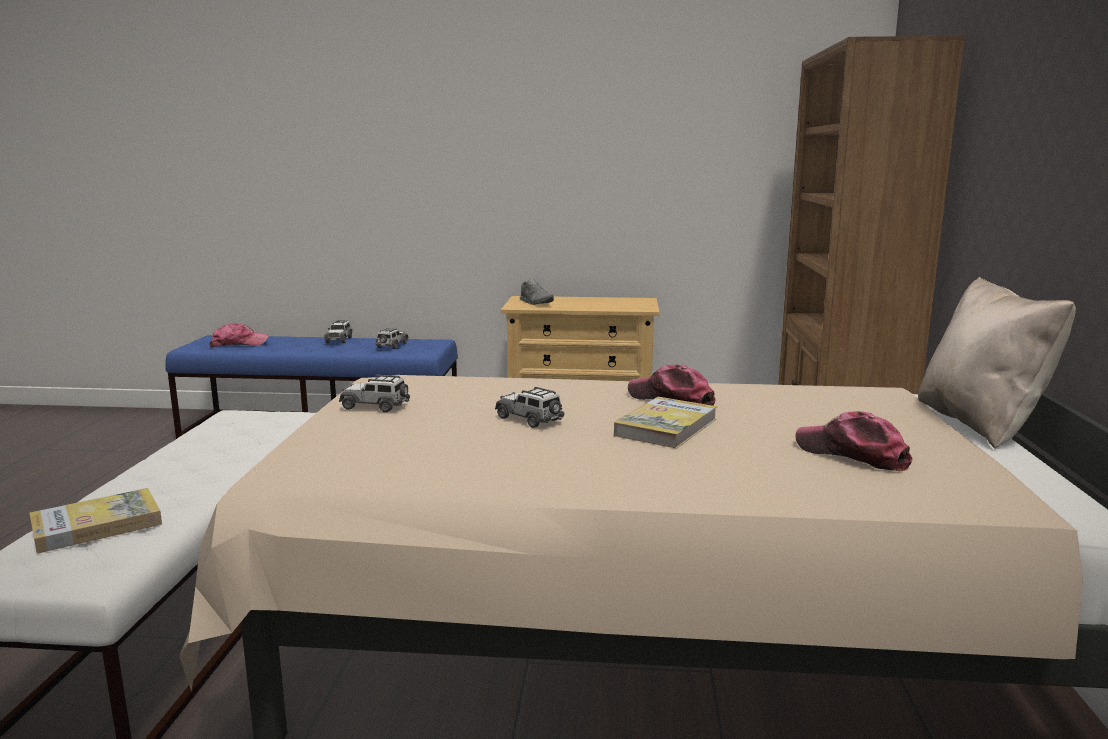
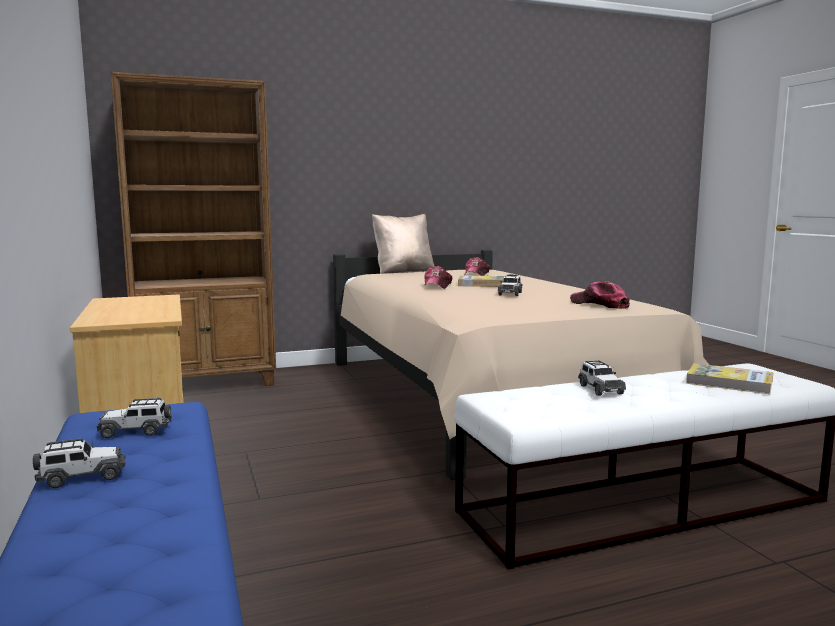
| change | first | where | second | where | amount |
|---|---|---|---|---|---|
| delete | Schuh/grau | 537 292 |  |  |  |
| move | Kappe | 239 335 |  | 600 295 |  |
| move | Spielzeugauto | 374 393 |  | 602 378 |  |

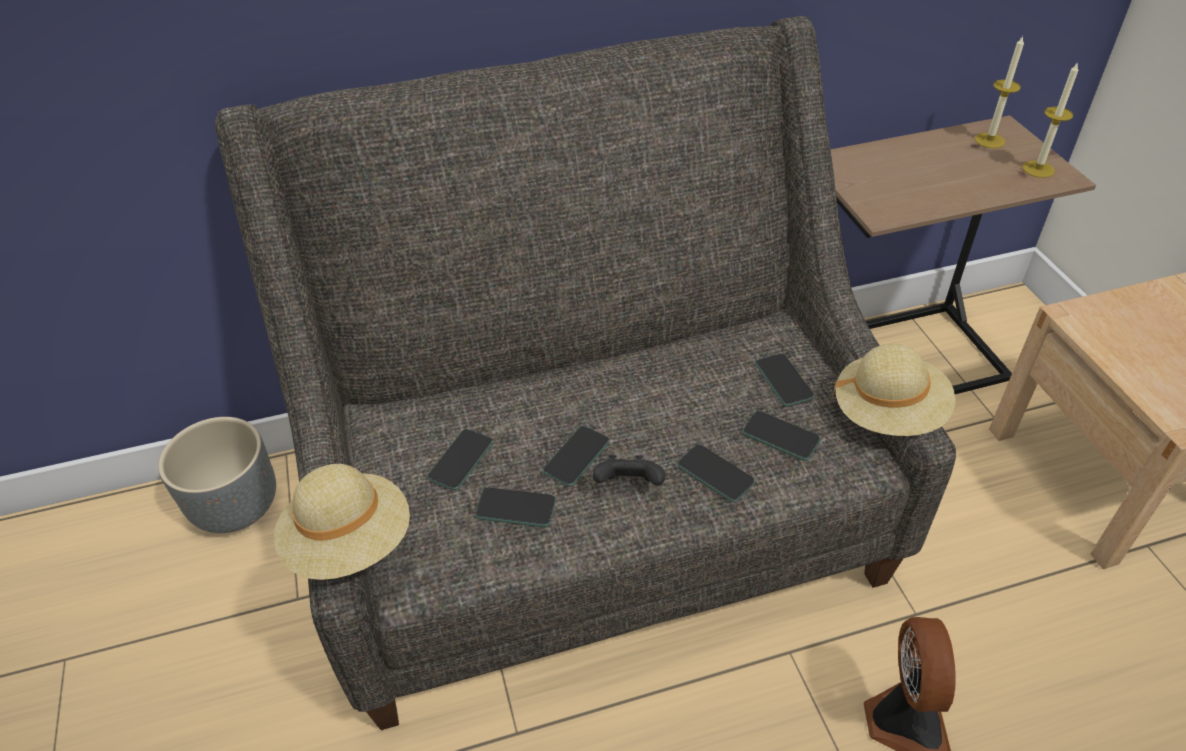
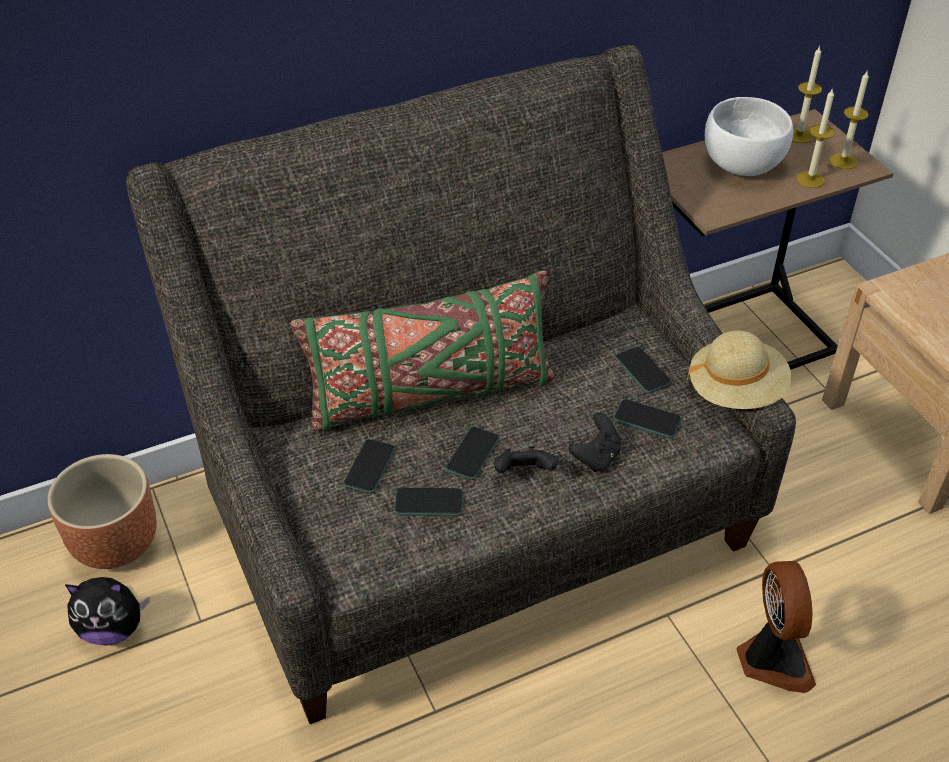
| change | first | where | second | where | amount |
|---|---|---|---|---|---|
| recolor | Pflanzkübel/grau | 217 475 | Pflanzkübel/braun | 102 511 |  |
| replace | Handy | 716 473 | Gamepad/schwarz | 595 442 |  |
| delete | Hut/beige | 342 522 |  |  |  |
| insert |  |  | Kerze | 815 138 |  |
| insert |  |  | Schüssel/weiß | 749 136 |  |
| insert |  |  | Kissen/grün | 423 350 |  |
| insert |  |  | Plüschtier | 107 611 |  |

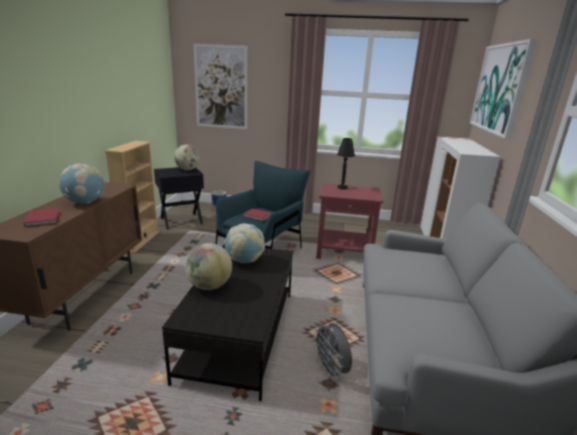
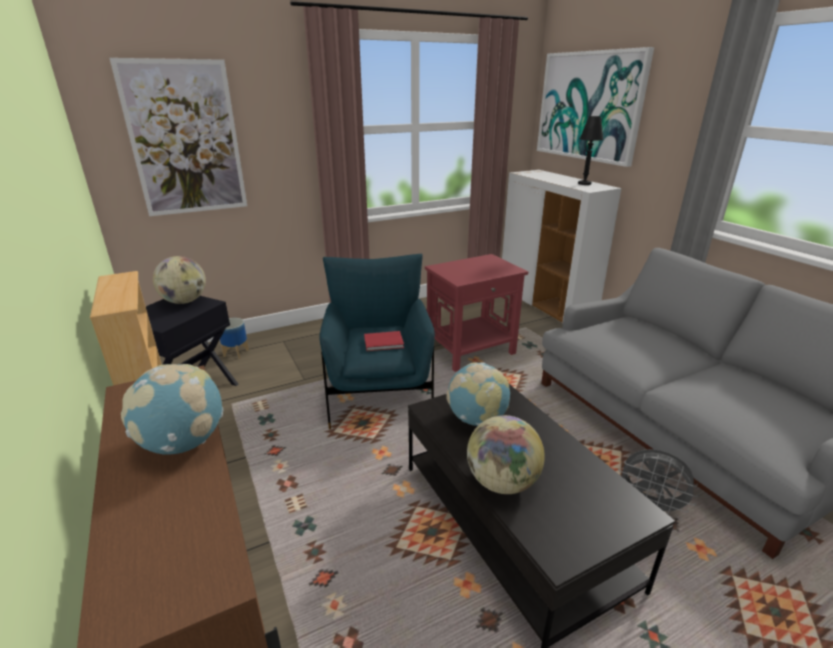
| change | first | where | second | where | amount |
|---|---|---|---|---|---|
| move | Tischlampe/schwarz | 346 163 |  | 590 150 |  |
| delete | Buch/rot | 42 217 |  |  |  |

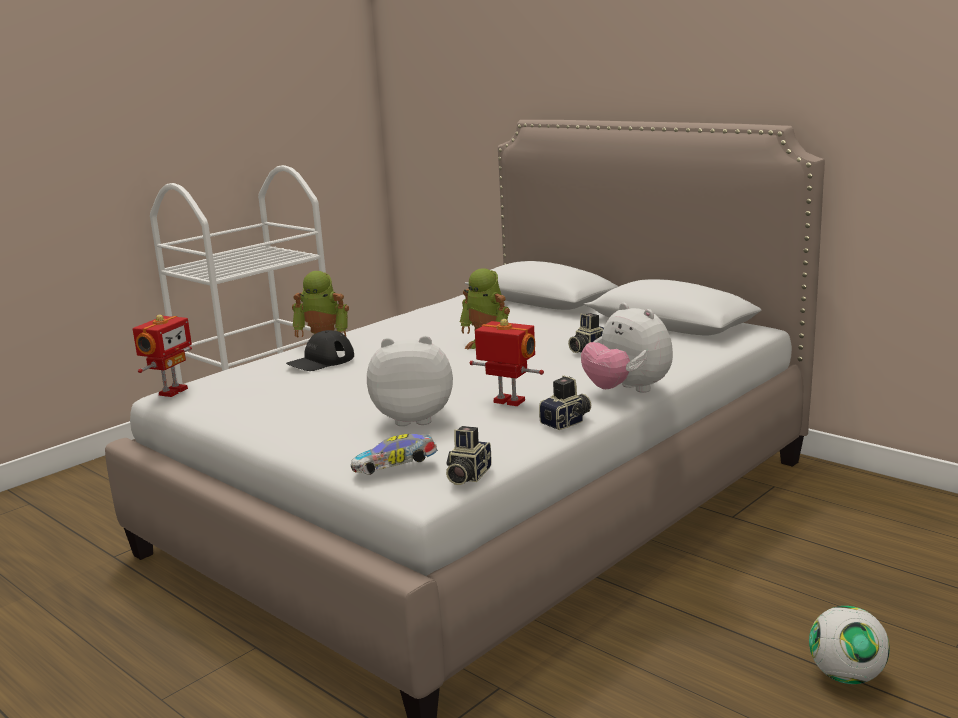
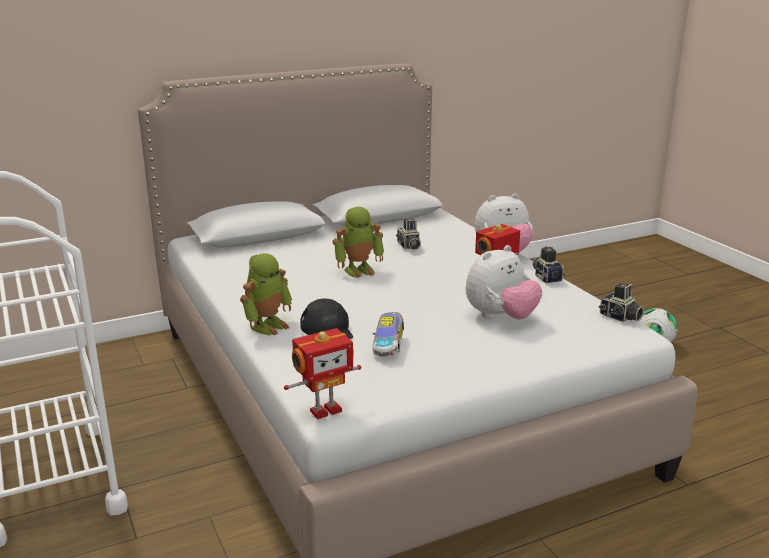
| change | first | where | second | where | amount |
|---|---|---|---|---|---|
| rotate | Spielzeugroboter | 162 356 |  | 322 373 | 105 degrees clockwise |
| rotate | Plüschtier | 410 381 |  | 504 282 | 150 degrees counterclockwise |
| move | Spielzeugauto | 394 454 |  | 388 334 |  |

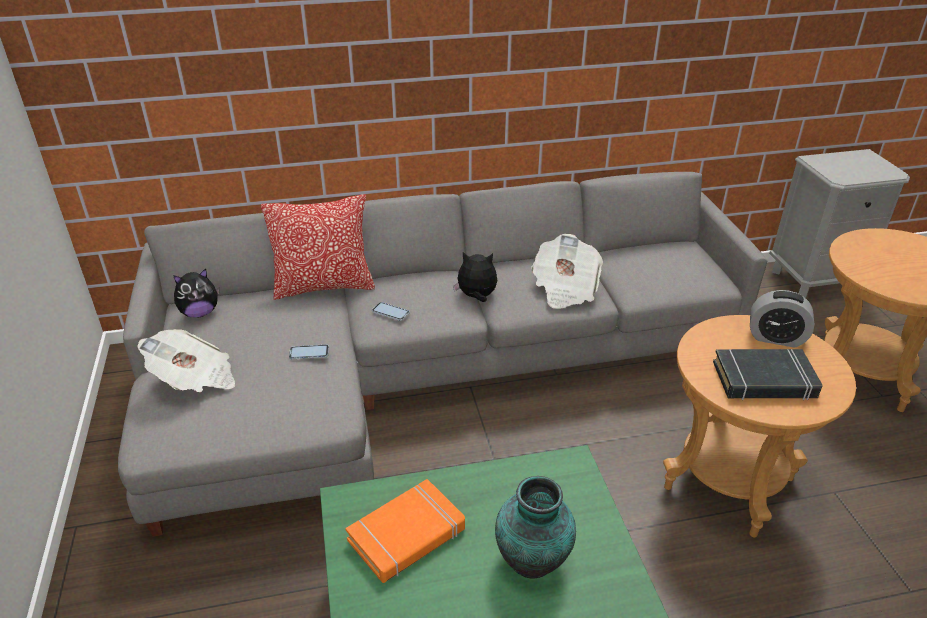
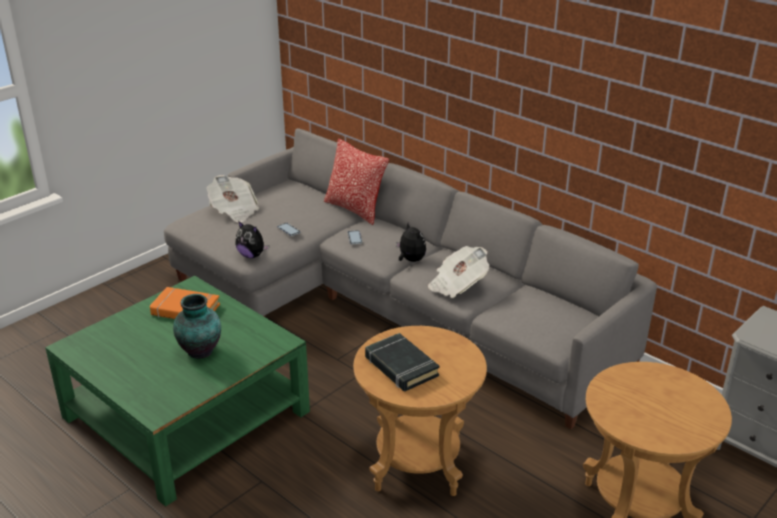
| change | first | where | second | where | amount |
|---|---|---|---|---|---|
| move | Plüschtier | 196 293 |  | 252 239 |  |
| delete | Wecker | 782 319 |  |  |  |

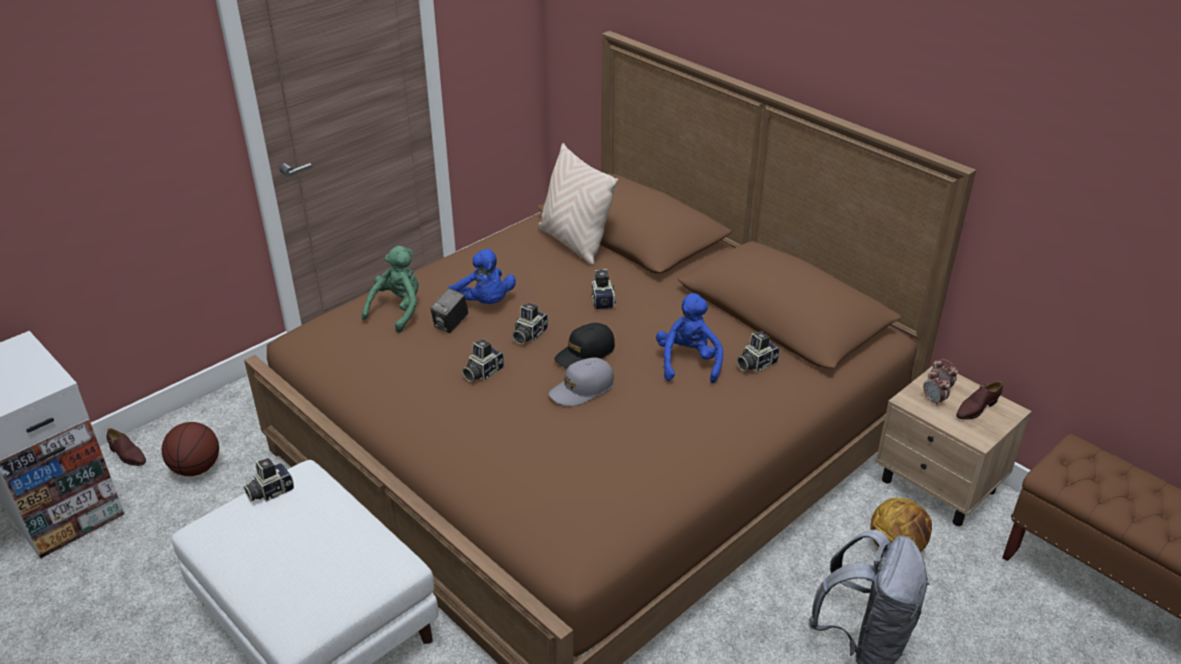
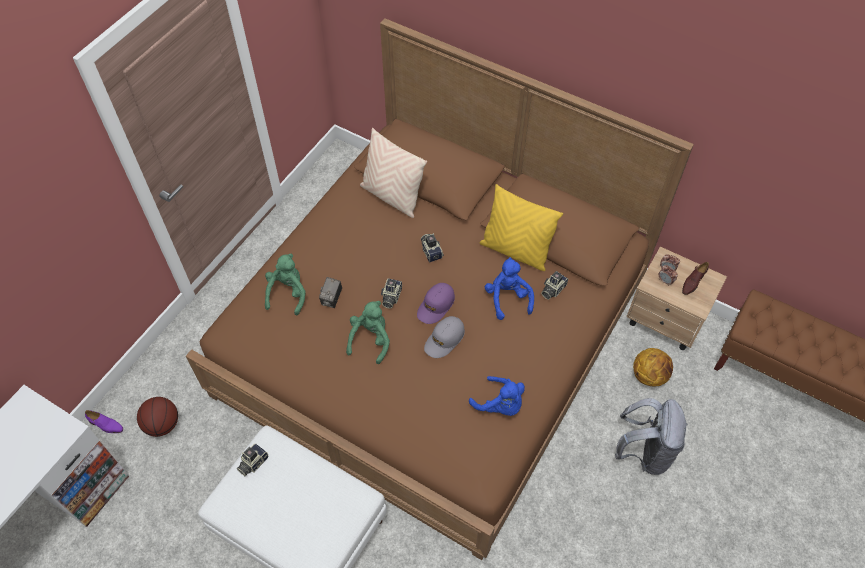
| change | first | where | second | where | amount |
|---|---|---|---|---|---|
| move | Plüschtier/blau | 482 276 |  | 497 396 |  |
| recolor | Kappe/schwarz | 584 345 | Kappe/lila | 436 303 |  |
| replace | Kamera | 483 360 | Plüschtier/grün | 368 332 |  |
| recolor | Schuh/braun | 126 447 | Schuh/lila | 104 421 |  |
| insert |  |  | Kissen/gelb | 521 227 |  |

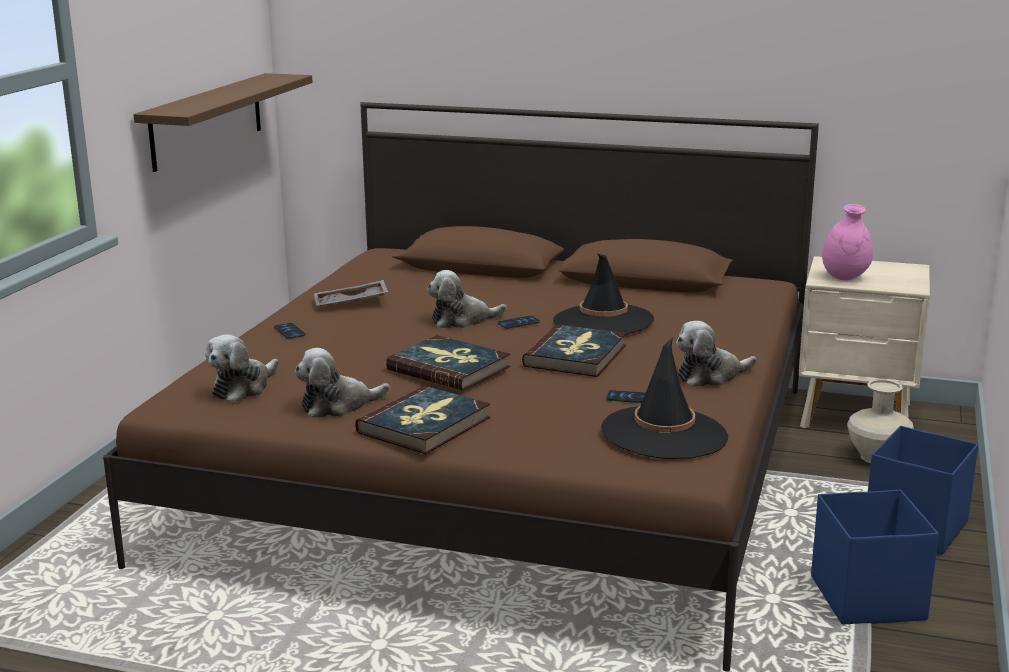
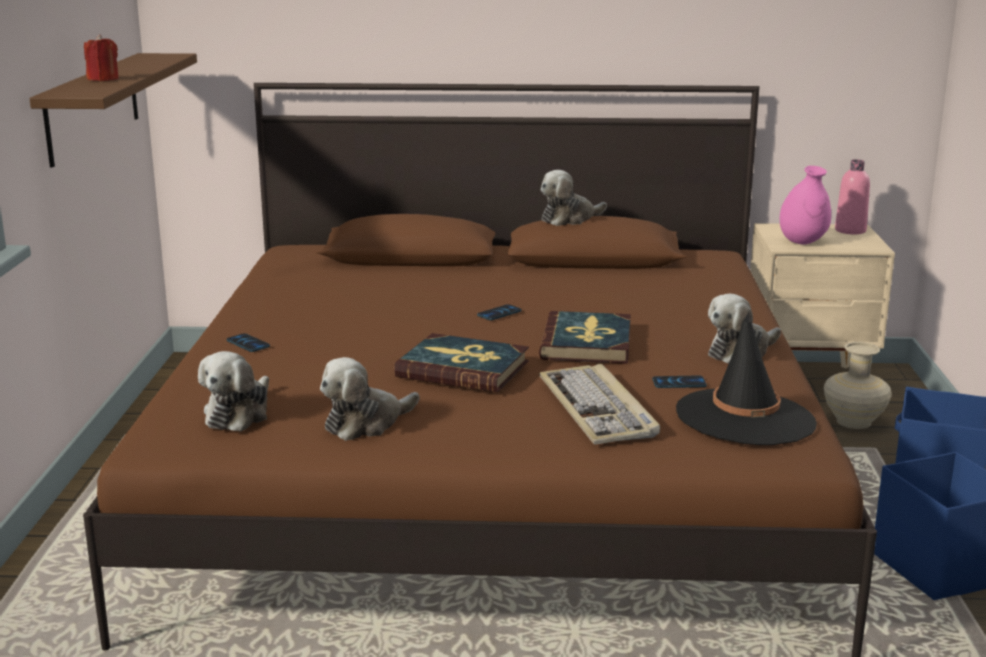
| change | first | where | second | where | amount |
|---|---|---|---|---|---|
| delete | Hut/schwarz | 603 294 |  |  |  |
| move | Plüschtier | 467 299 |  | 574 198 |  |
| delete | Tablett/grau | 351 293 |  |  |  |
| delete | Buch | 422 420 |  |  |  |
| insert |  |  | Kerze/rot | 101 57 |  |
| insert |  |  | Flasche/rosa | 852 196 |  |
| insert |  |  | Tastatur | 599 404 |  |

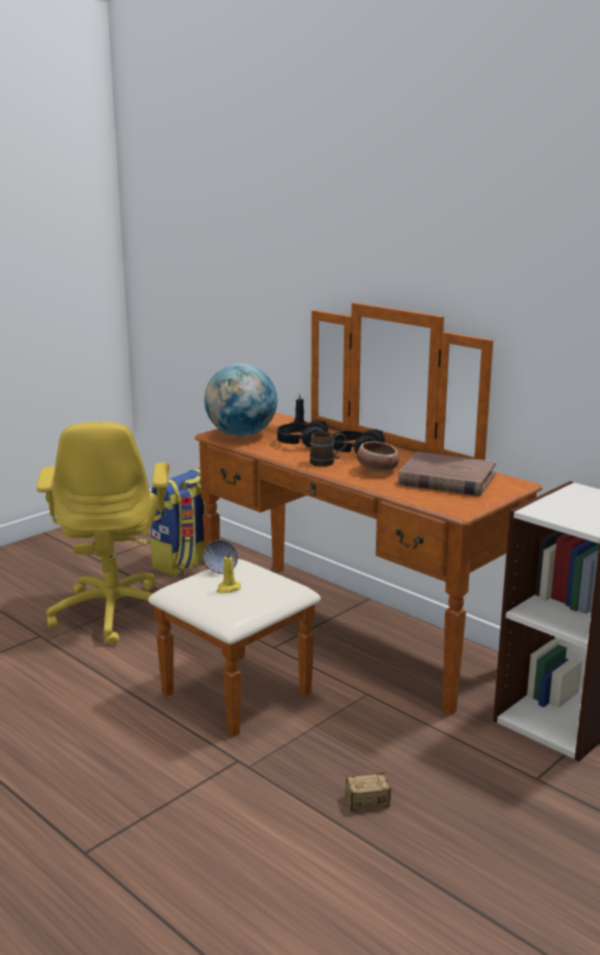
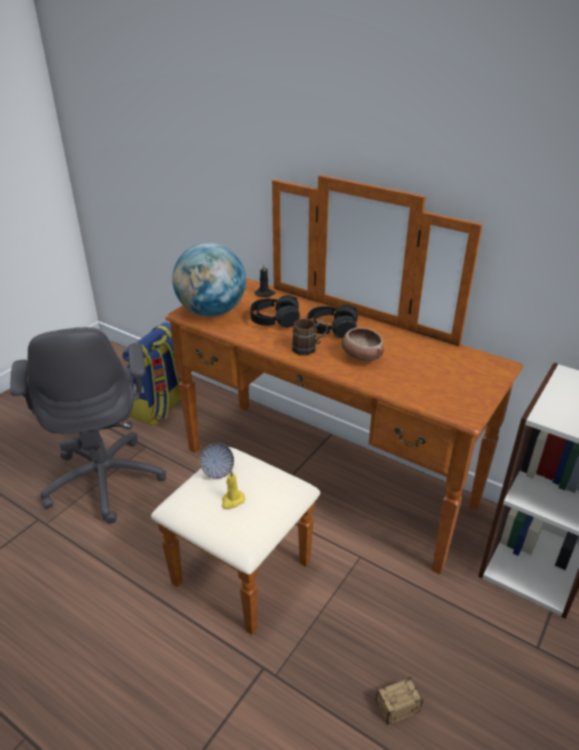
| change | first | where | second | where | amount |
|---|---|---|---|---|---|
| recolor | Bürostuhl/gelb | 102 533 | Bürostuhl/grau | 88 425 |  |
| delete | Buch/braun | 447 474 |  |  |  |

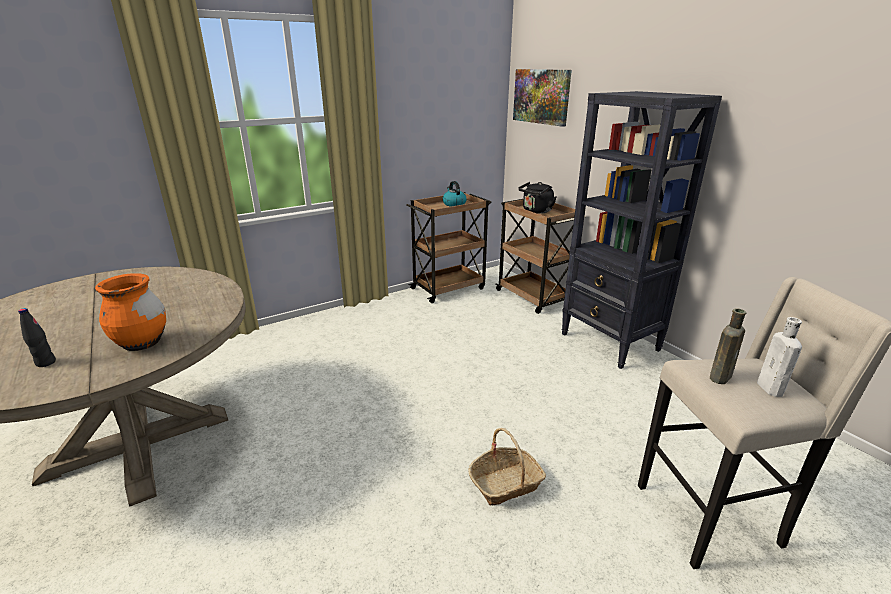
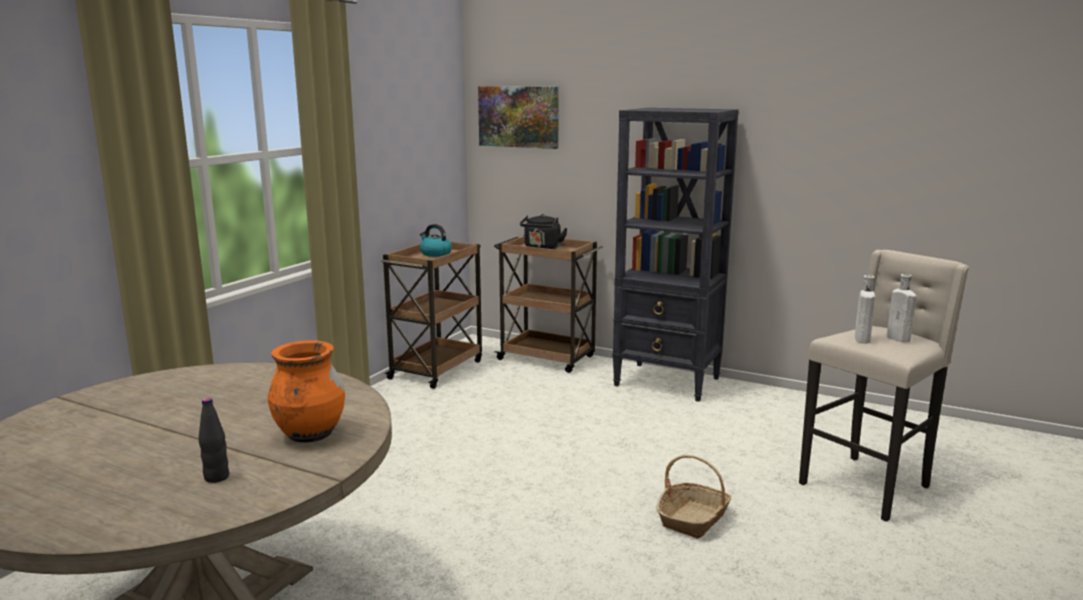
| change | first | where | second | where | amount |
|---|---|---|---|---|---|
| recolor | Flasche/braun | 728 346 | Flasche/weiß | 865 309 |  |

